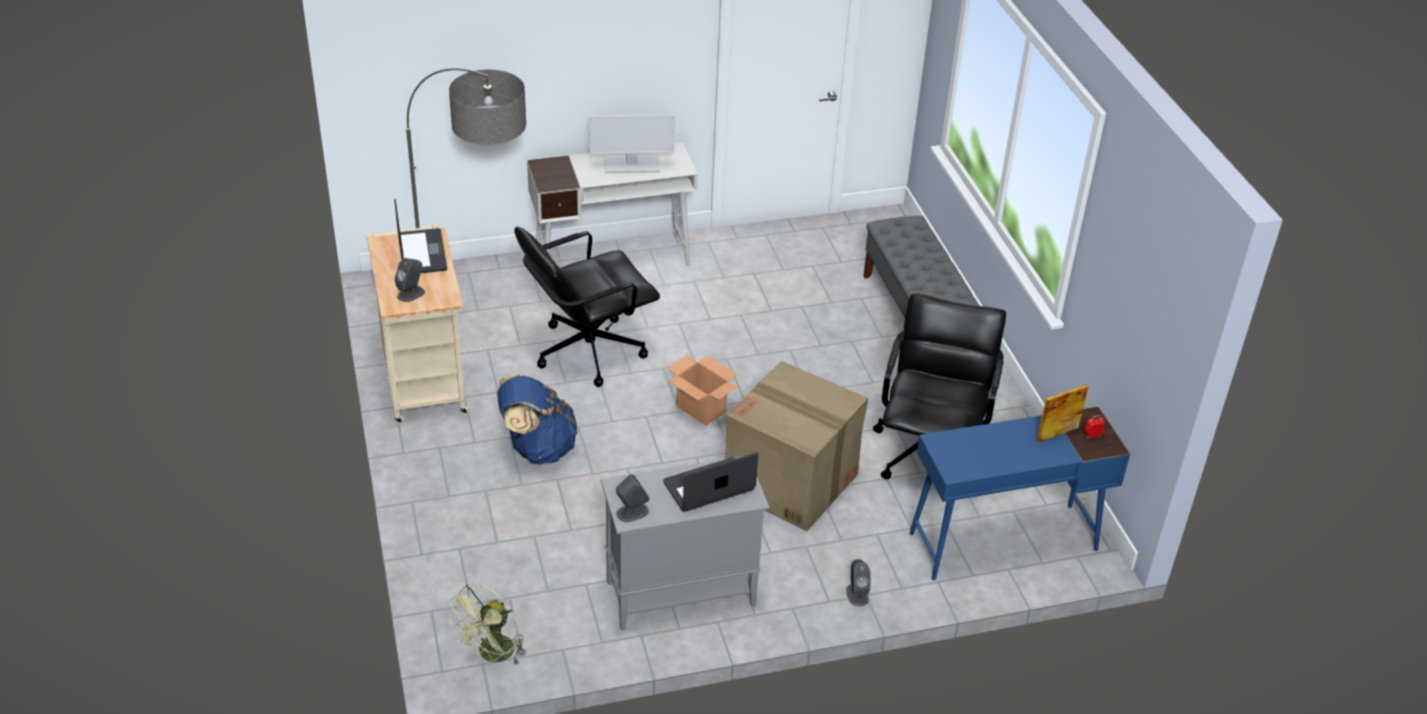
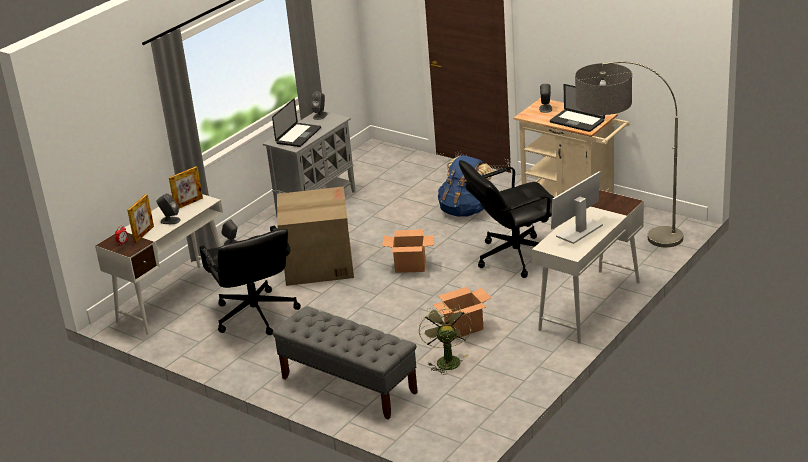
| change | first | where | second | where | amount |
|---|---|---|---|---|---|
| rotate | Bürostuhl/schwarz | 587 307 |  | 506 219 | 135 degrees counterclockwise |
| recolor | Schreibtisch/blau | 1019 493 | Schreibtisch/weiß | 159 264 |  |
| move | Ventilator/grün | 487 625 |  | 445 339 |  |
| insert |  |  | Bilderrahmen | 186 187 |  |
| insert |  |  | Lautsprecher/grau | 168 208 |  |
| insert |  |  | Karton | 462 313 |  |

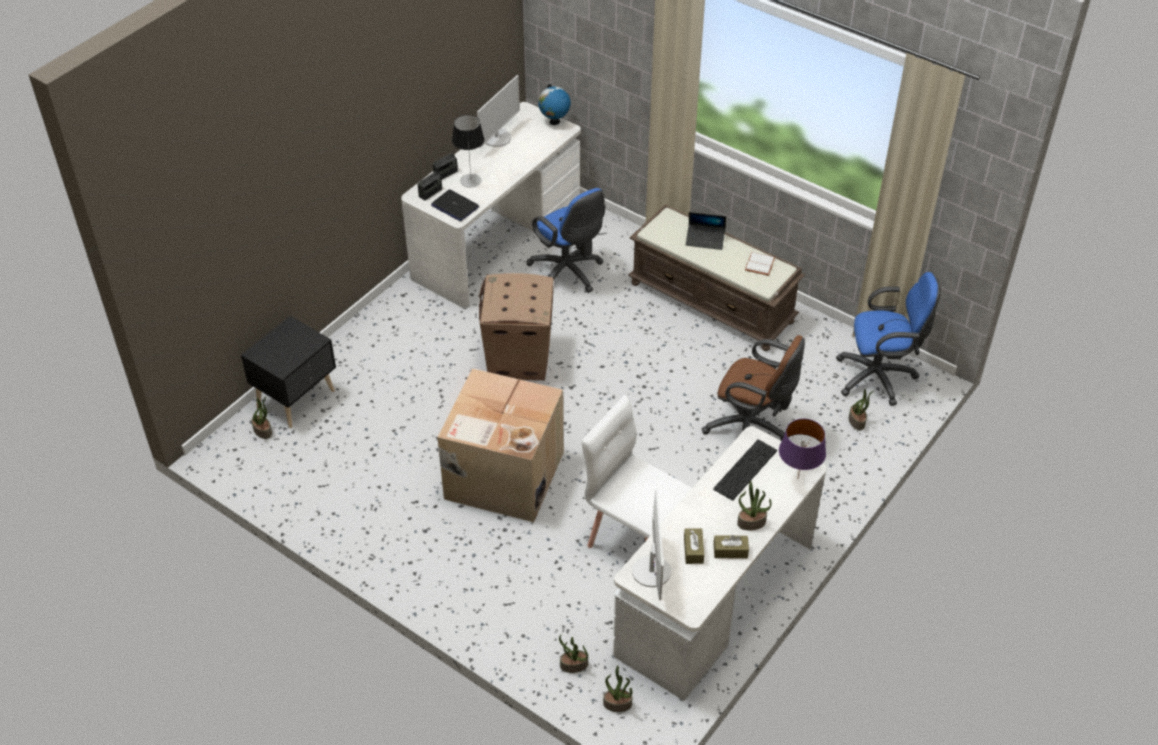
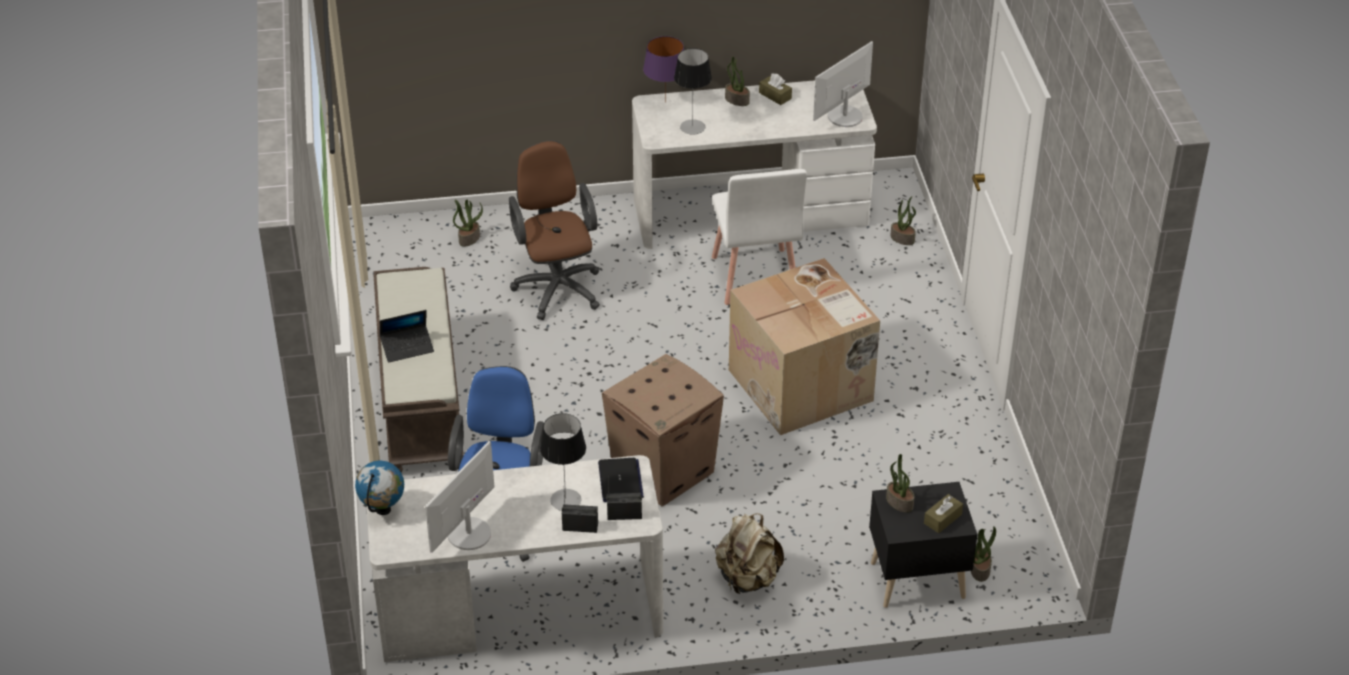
| change | first | where | second | where | amount |
|---|---|---|---|---|---|
| rotate | Monitor | 498 111 |  | 460 497 | 45 degrees counterclockwise |
| rotate | Laptop | 706 231 |  | 407 336 | 105 degrees clockwise |
| delete | Buch/weiß | 760 264 |  |  |  |
| delete | Bürostuhl/blau | 888 339 |  |  |  |
| replace | Tastatur | 745 470 | Tischlampe | 693 91 |  |
| move | Taschentuchbox/braun | 694 546 |  | 943 513 |  |
| move | Topfpflanze | 618 688 |  | 900 483 |  |
| insert |  |  | Rucksack/beige | 749 553 |  |

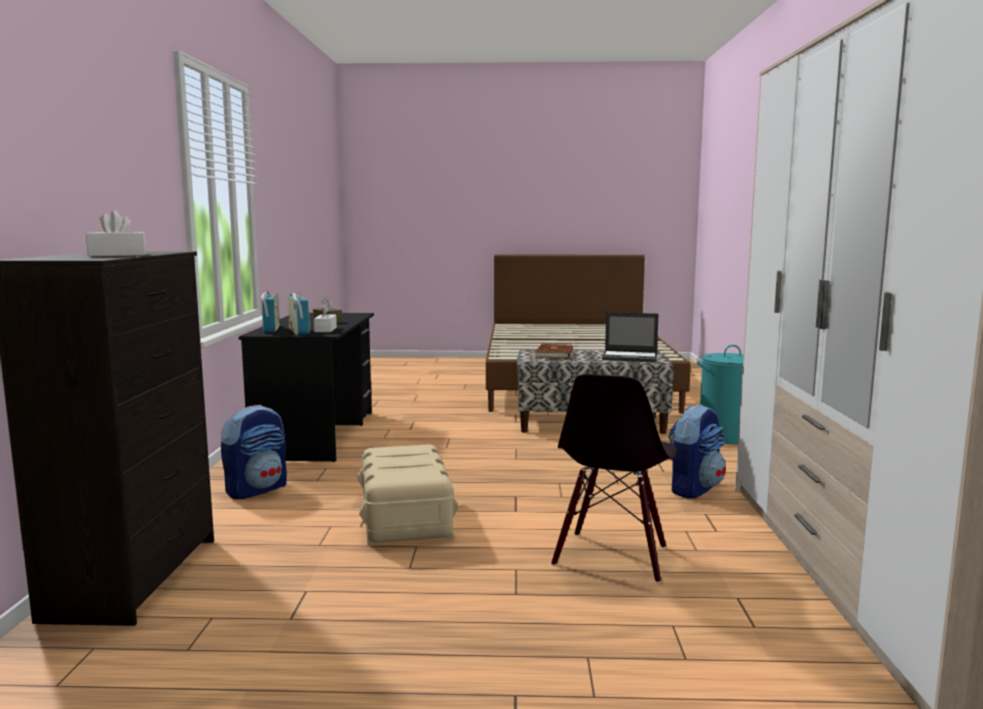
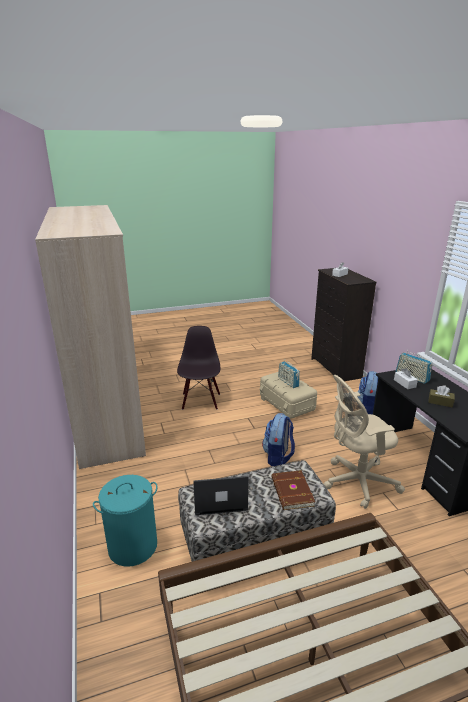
| change | first | where | second | where | amount |
|---|---|---|---|---|---|
| move | Radio | 270 311 |  | 288 373 |  |
| move | Rucksack | 697 451 |  | 278 439 |  |
| insert |  |  | Bürostuhl/beige | 364 442 |  |

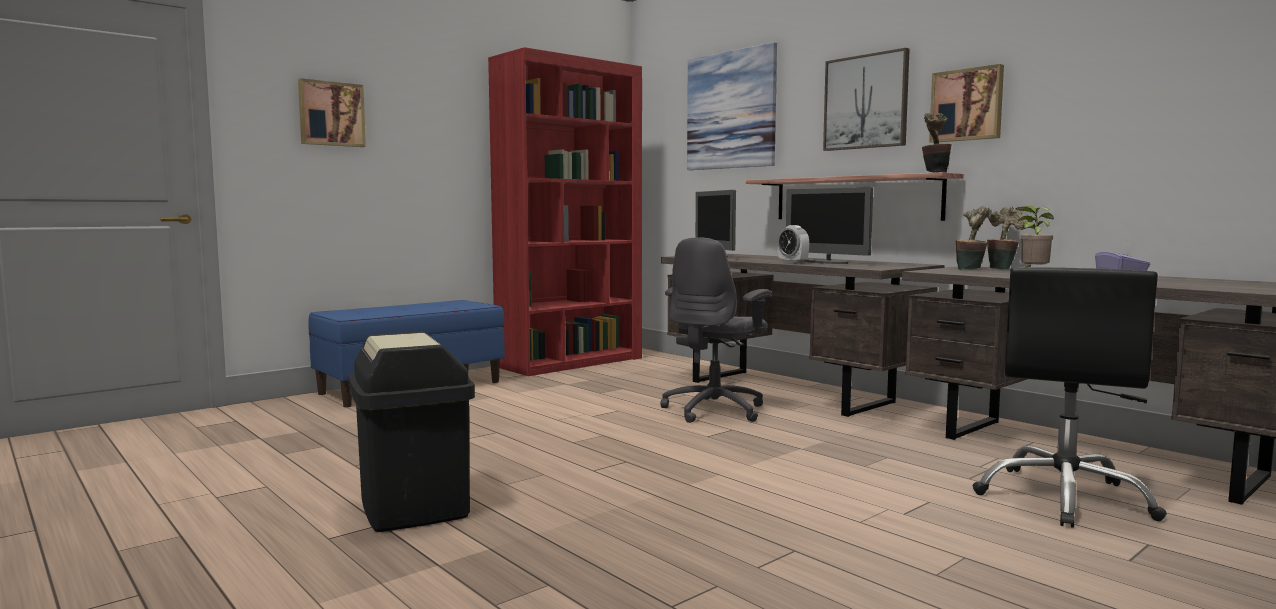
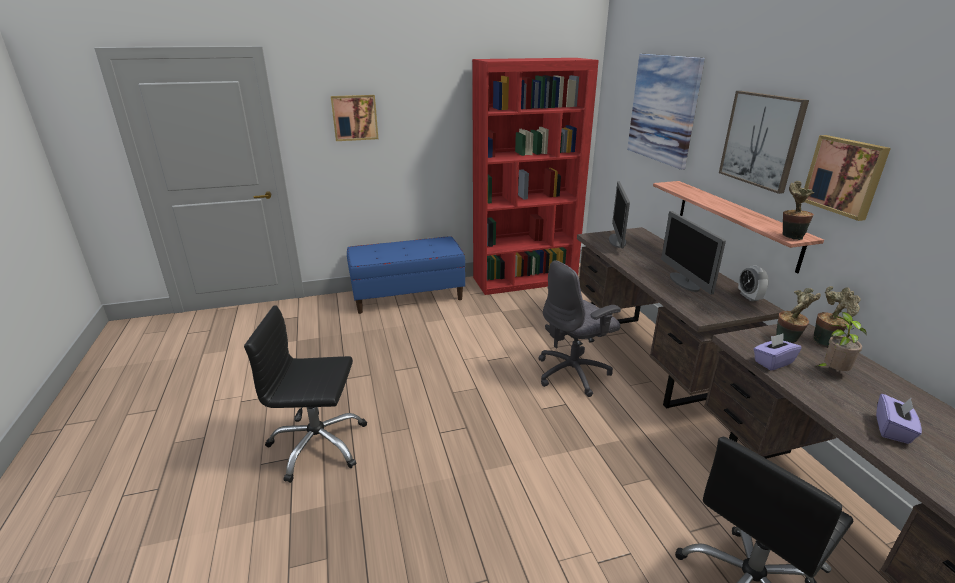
| change | first | where | second | where | amount |
|---|---|---|---|---|---|
| move | Wecker | 793 244 |  | 753 283 |  |
| replace | Mülleimer/schwarz | 412 432 | Bürostuhl/schwarz | 305 394 |  |
| insert |  |  | Taschentuchbox/lila | 778 352 |  |

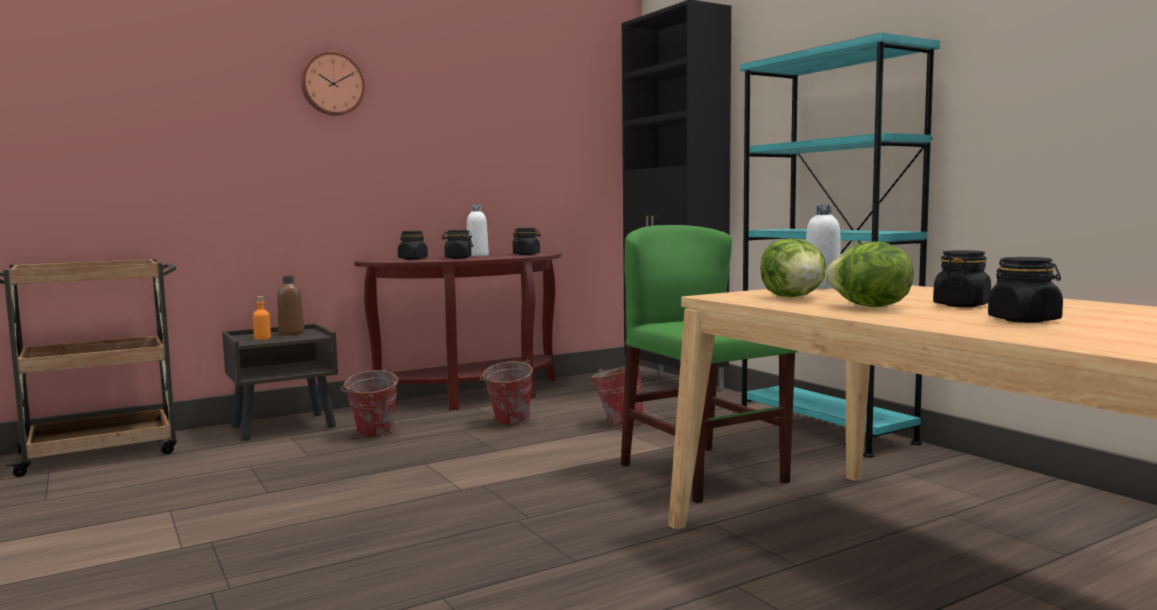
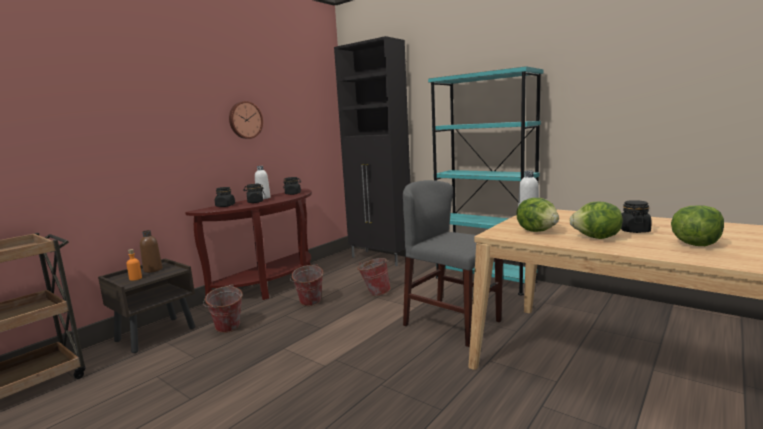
| change | first | where | second | where | amount |
|---|---|---|---|---|---|
| move | Wanduhr | 333 83 |  | 246 120 |  |
| recolor | Stuhl/grün | 709 364 | Stuhl/grau | 453 263 |  |
| replace | Vorratsglas/schwarz | 1025 290 | Salatkopf | 697 225 |  |

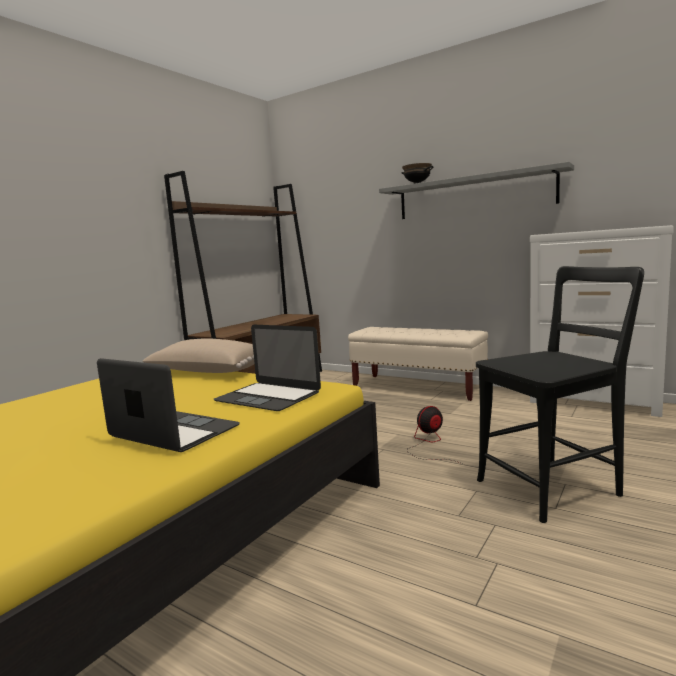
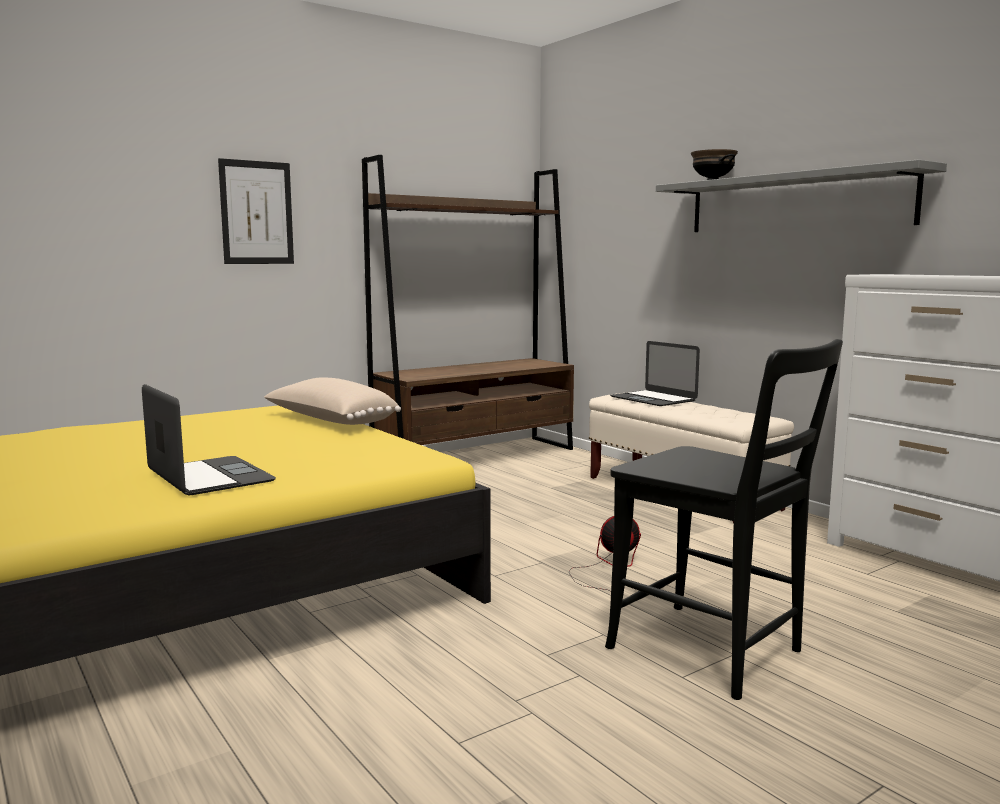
| change | first | where | second | where | amount |
|---|---|---|---|---|---|
| rotate | Stuhl/schwarz | 560 394 |  | 724 519 | 45 degrees clockwise |
| move | Laptop | 267 368 |  | 655 373 |  |
| insert |  |  | Bild | 256 211 |  |

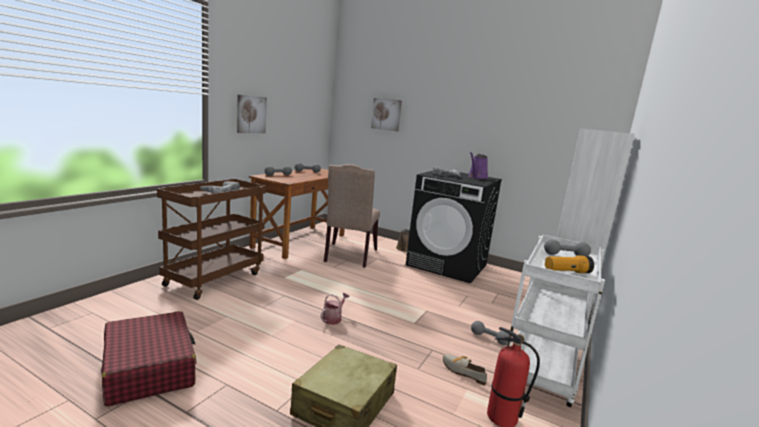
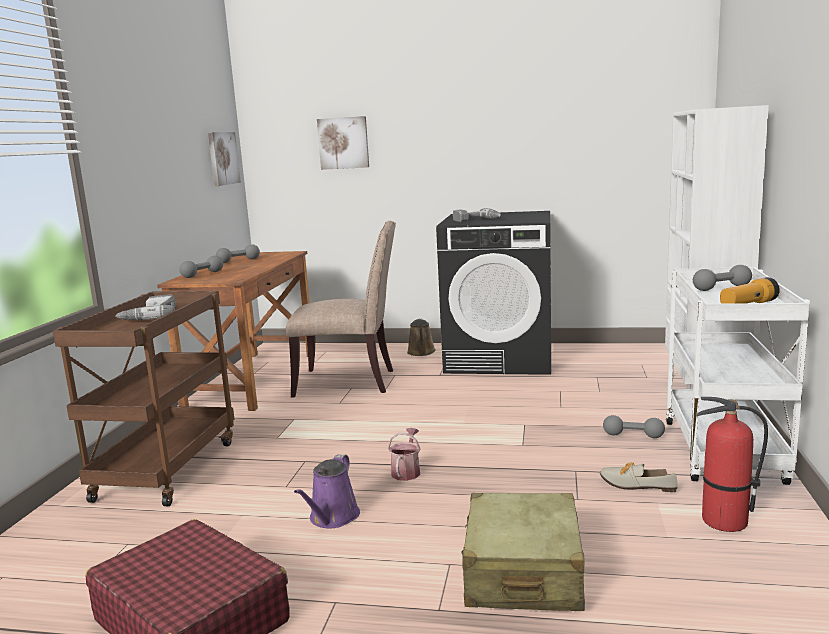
| change | first | where | second | where | amount |
|---|---|---|---|---|---|
| move | Bild | 252 114 |  | 224 159 |  |
| move | Gießkanne/lila | 478 165 |  | 327 491 |  |
| rotate | Stuhl/beige | 352 216 |  | 341 309 | 75 degrees counterclockwise |

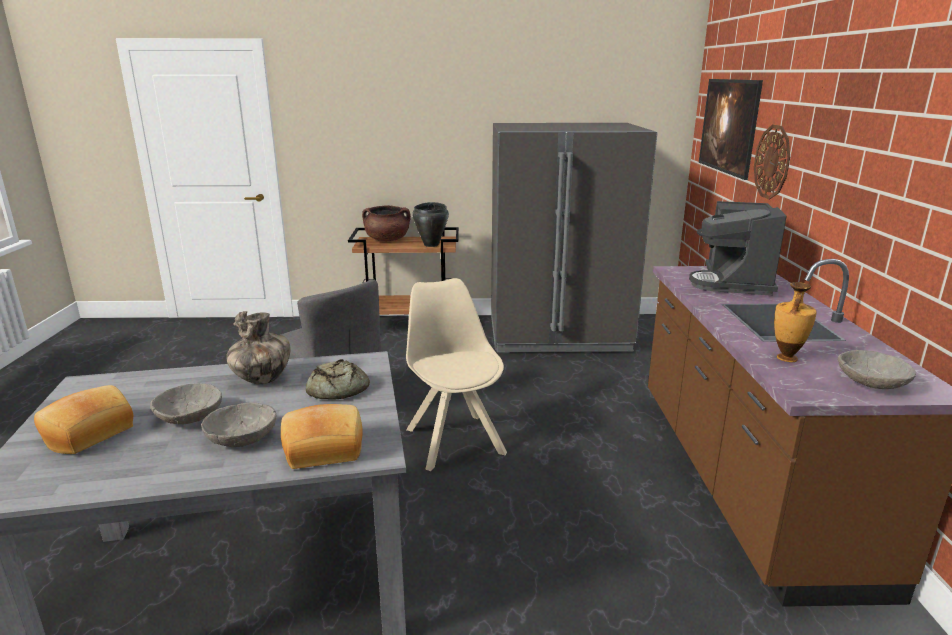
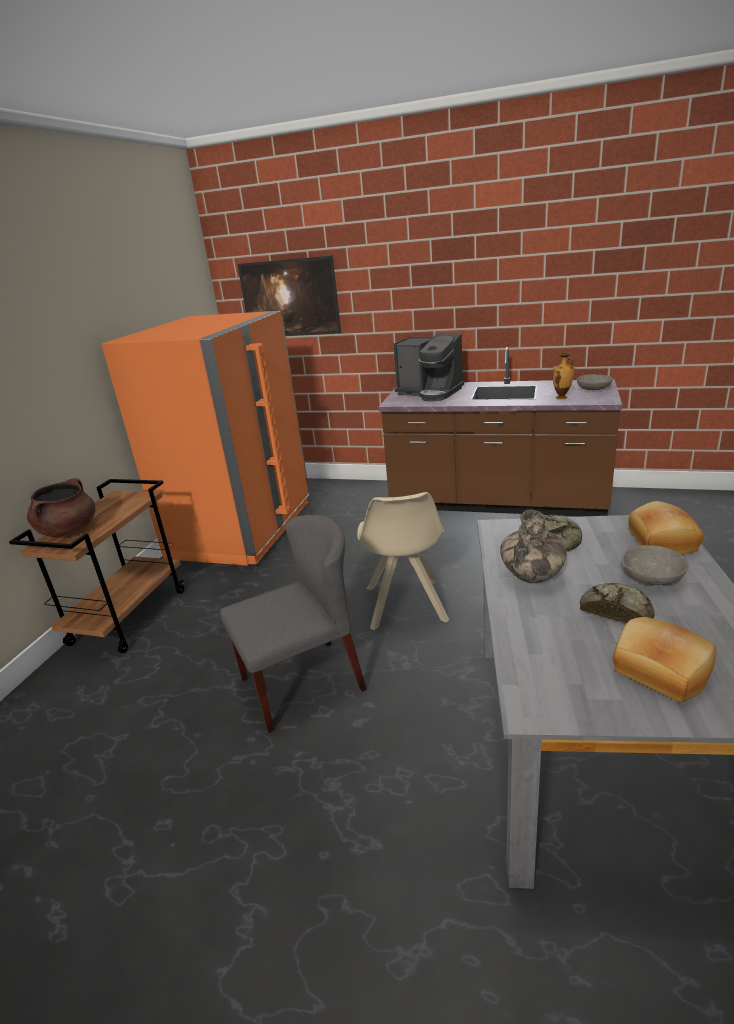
| change | first | where | second | where | amount |
|---|---|---|---|---|---|
| recolor | Kühlschrank/grau | 574 238 | Kühlschrank/orange | 205 438 |  |
| delete | Wanduhr | 772 162 |  |  |  |
| delete | Kochtopf/schwarz | 430 224 |  |  |  |
| rotate | Stuhl/beige | 456 374 |  | 403 561 | 90 degrees counterclockwise |
| replace | Schüssel/grau | 186 404 | Brot | 617 603 |  |

